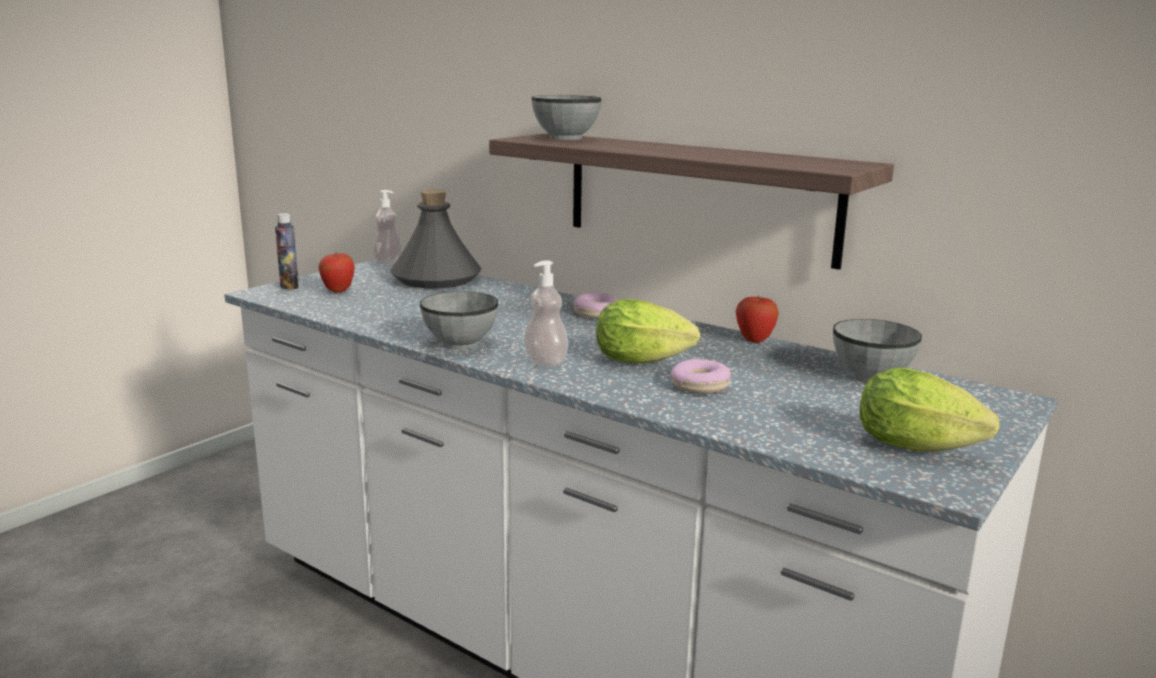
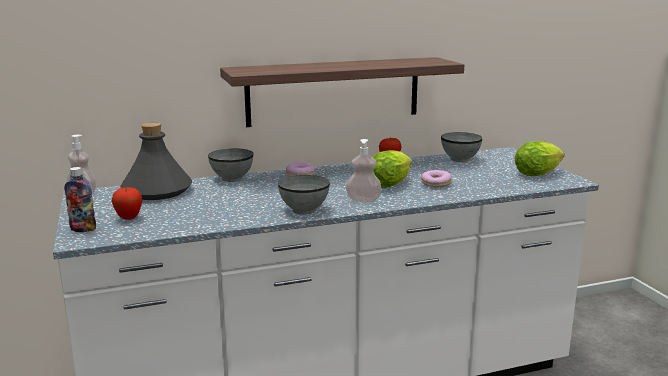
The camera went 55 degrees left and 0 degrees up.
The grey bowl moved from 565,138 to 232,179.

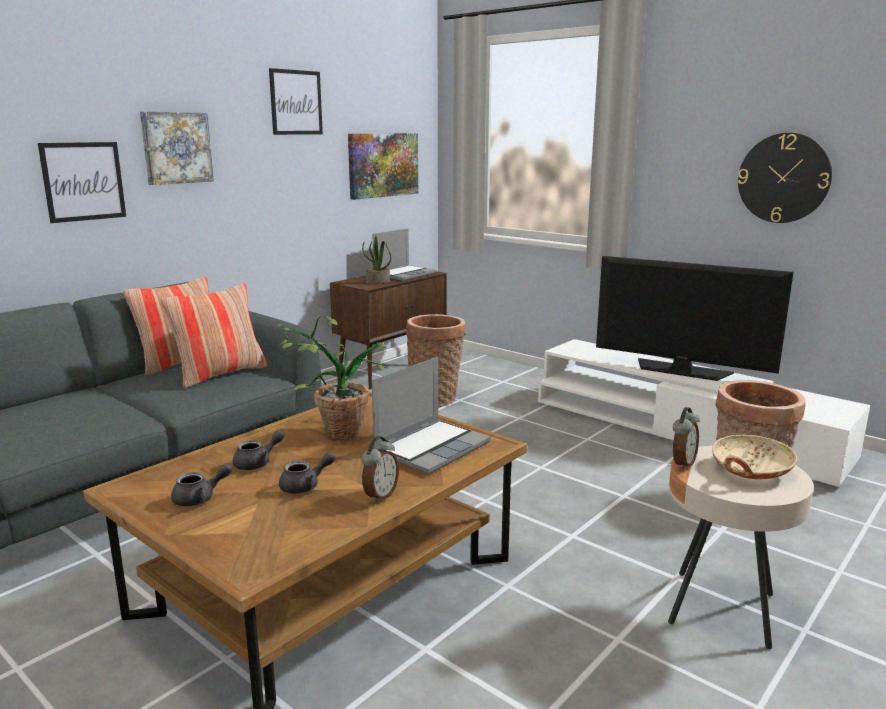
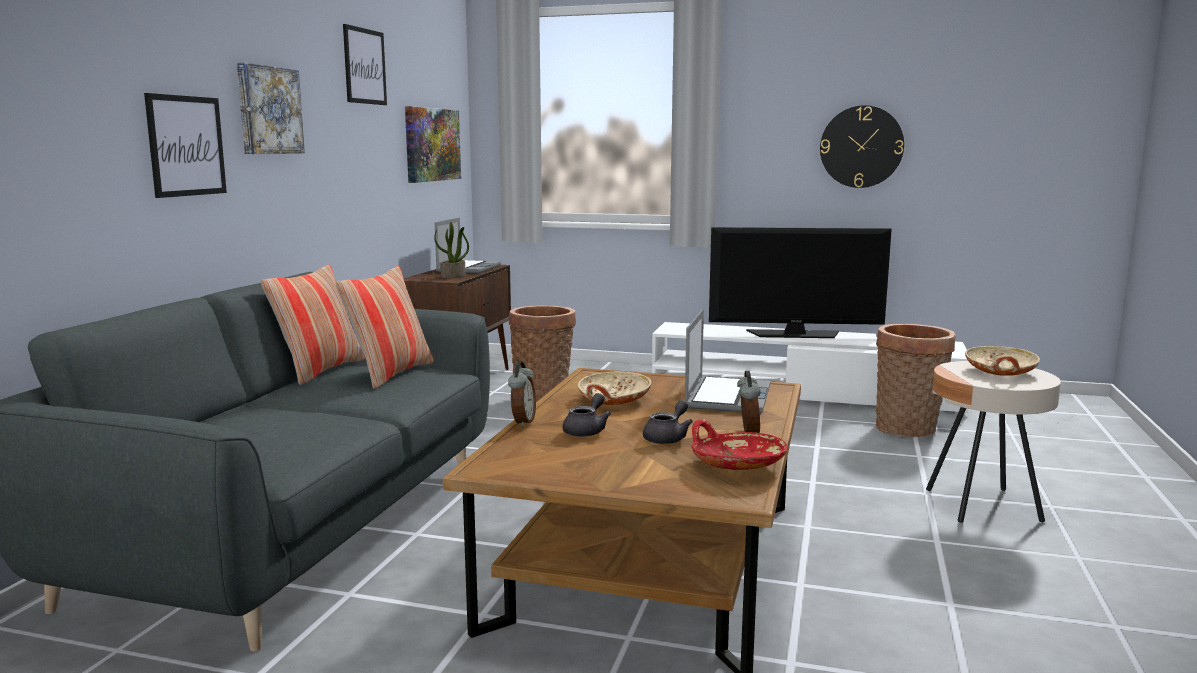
The camera went 25 degrees left and 5 degrees down.
The alarm clock moved from 682,463 to 522,422.
The potted plant at 332,432 was replaced by the beige bowl at 613,400.
The red bowl at 736,464 appeared.
The grey teapot at 200,498 disappeared.

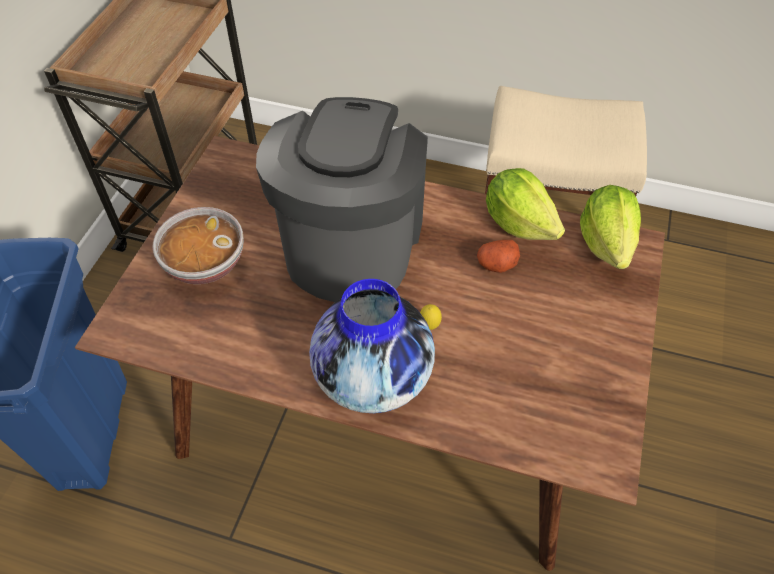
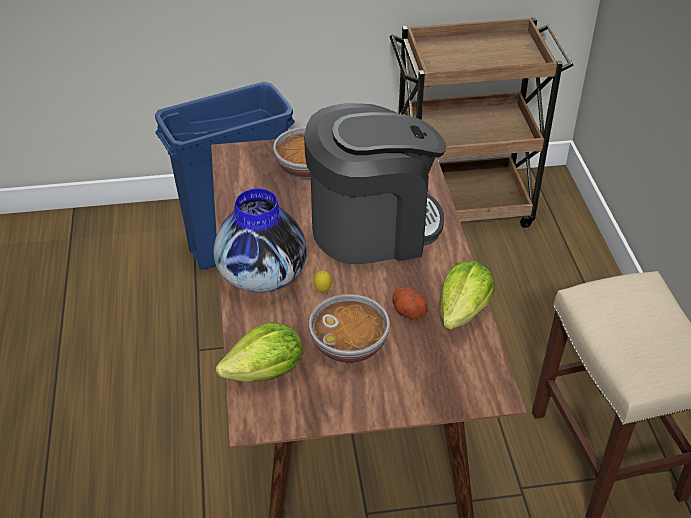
The camera went 65 degrees right and 10 degrees down.
The lettuce moved from 606,243 to 266,373.
The bowl at 350,345 appeared.

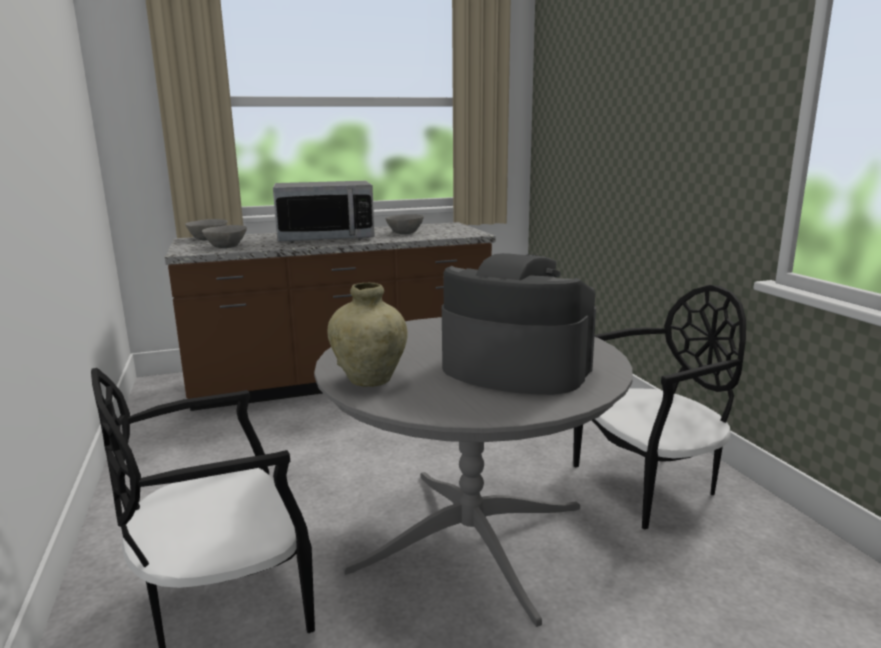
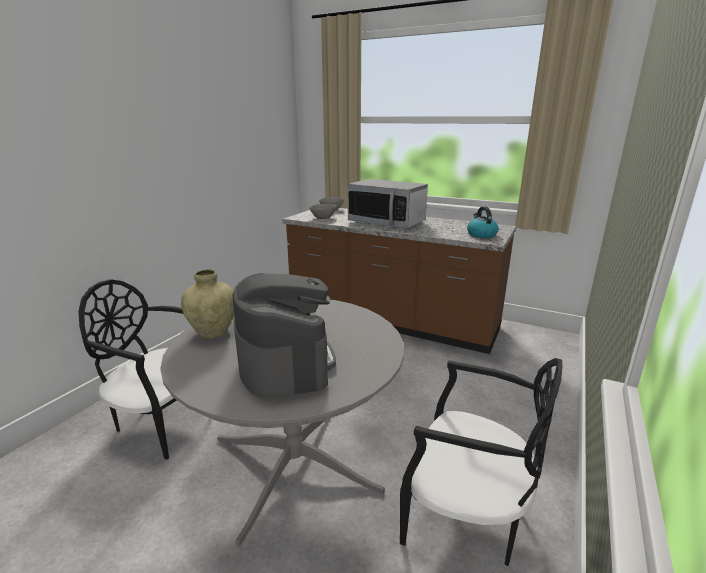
The camera went 45 degrees right and 5 degrees up.
The kettle at 481,235 appeared.
The grey bowl at 404,233 disappeared.

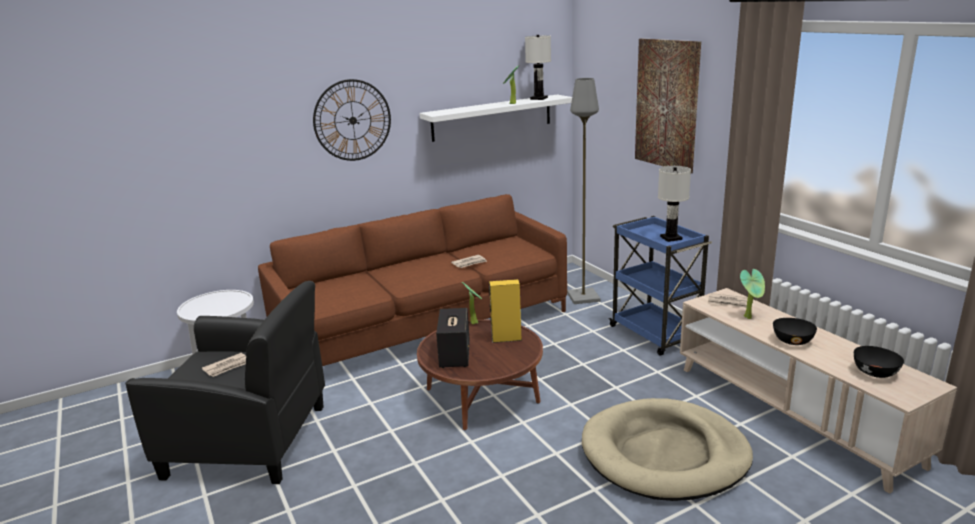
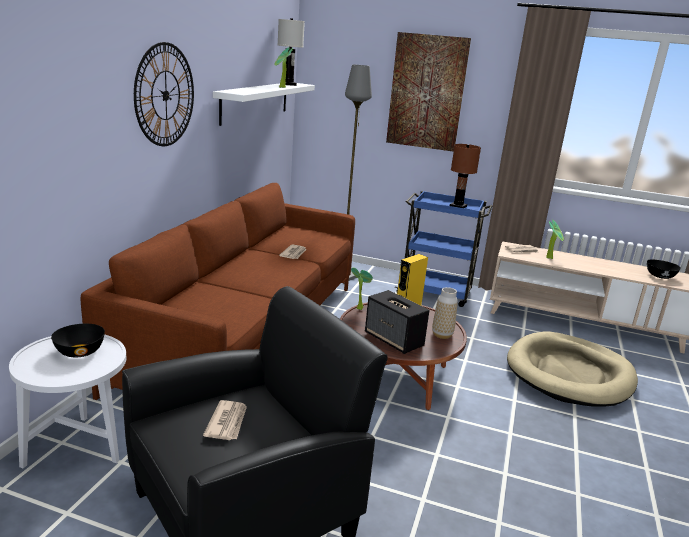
The camera went 45 degrees left and 0 degrees up.
The black bowl moved from 793,341 to 80,352.
The vase at 442,335 appeared.
The white table lamp at 671,238 became the brown table lamp at 458,206.

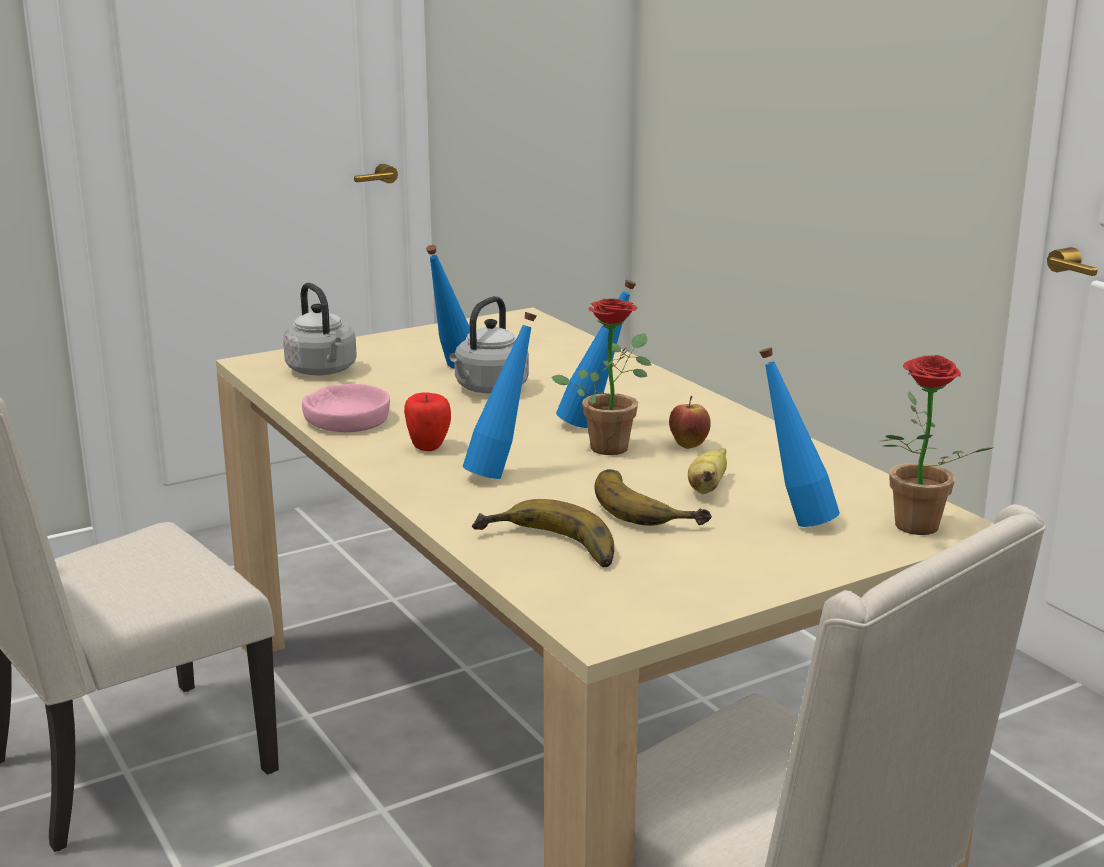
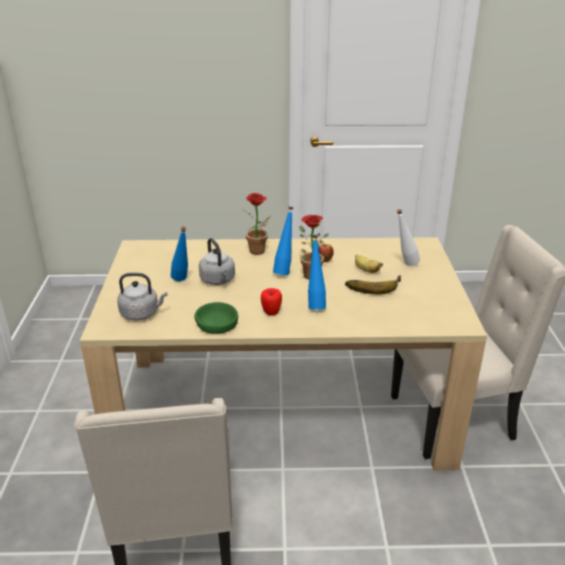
The camera went 60 degrees left and 10 degrees up.
The pink bowl at 347,420 became the green bowl at 216,323.
The potted plant moved from 915,530 to 259,252.
The blue bottle at 793,520 became the white bottle at 404,265.
The banana at 547,549 disappeared.

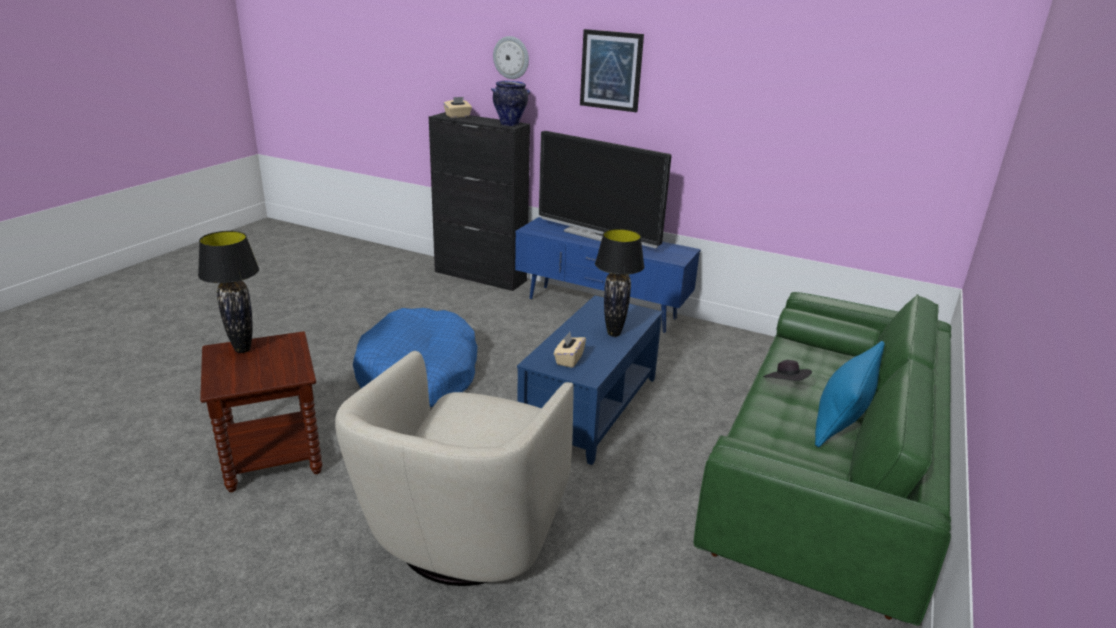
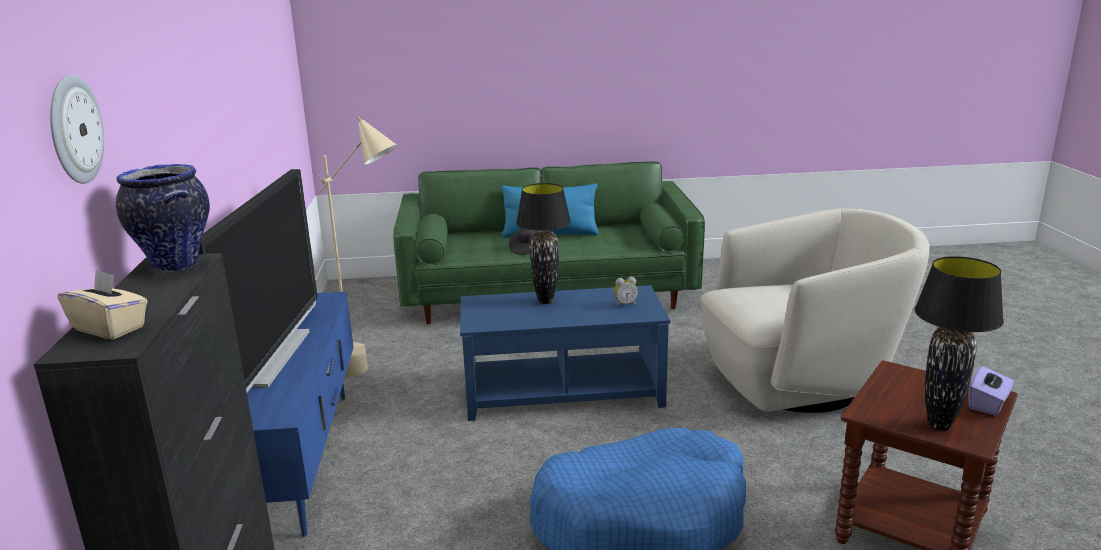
The camera went 120 degrees left and 5 degrees down.
The beige floor lamp at 375,374 appeared.
The beige tissue box at 569,360 was replaced by the alarm clock at 625,304.
The purple tissue box at 987,404 appeared.
The picture at 611,70 disappeared.

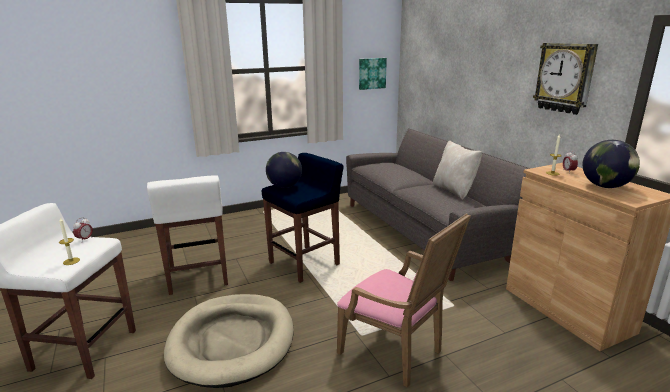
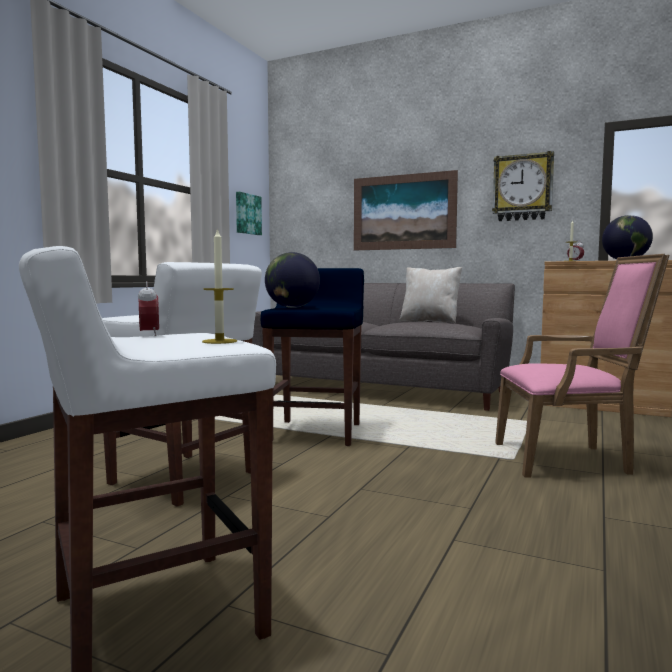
The camera went 40 degrees left and 15 degrees down.
The picture at 403,212 appeared.
The beige dog bed at 232,341 disappeared.

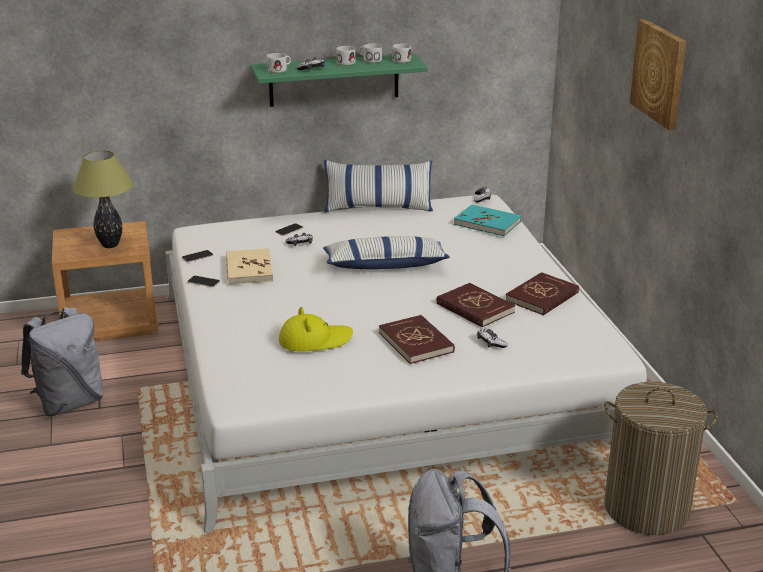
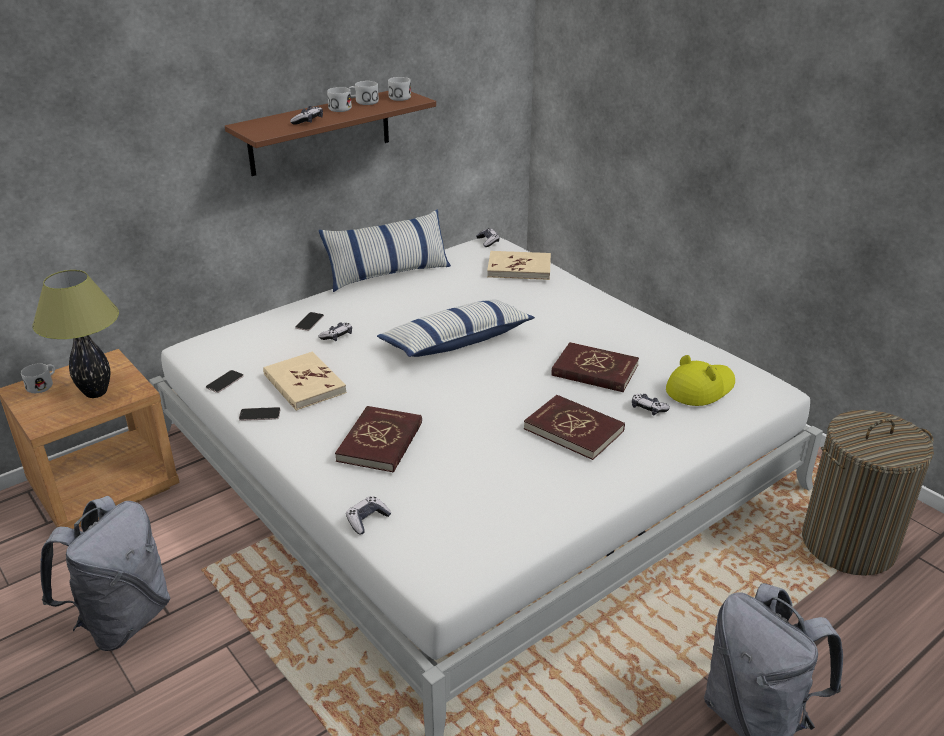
The camera went 25 degrees left and 5 degrees up.
The white mug moved from 280,70 to 43,385.
The green shelf at 334,80 became the brown shelf at 320,132.
The red book moved from 542,297 to 380,442.
The game controller at 367,520 appeared.
The turquoise book at 487,223 became the beige book at 519,268.
The yellow hat moved from 315,340 to 700,388.
The picture at 660,73 disappeared.

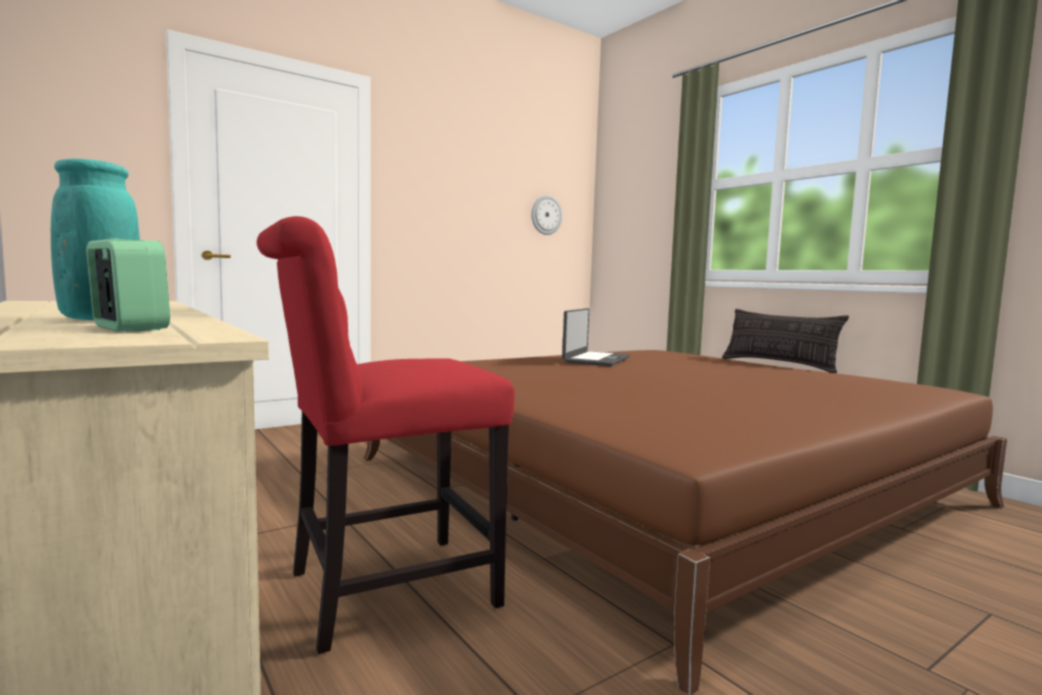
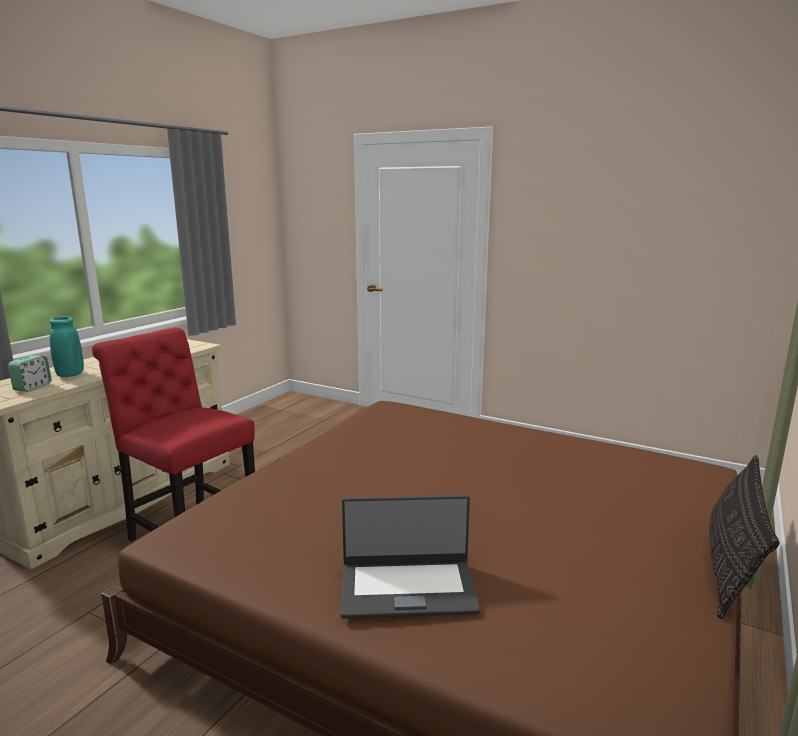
The camera went 65 degrees right and 10 degrees up.
The laptop moved from 595,359 to 407,588.
The wall clock at 546,215 disappeared.

